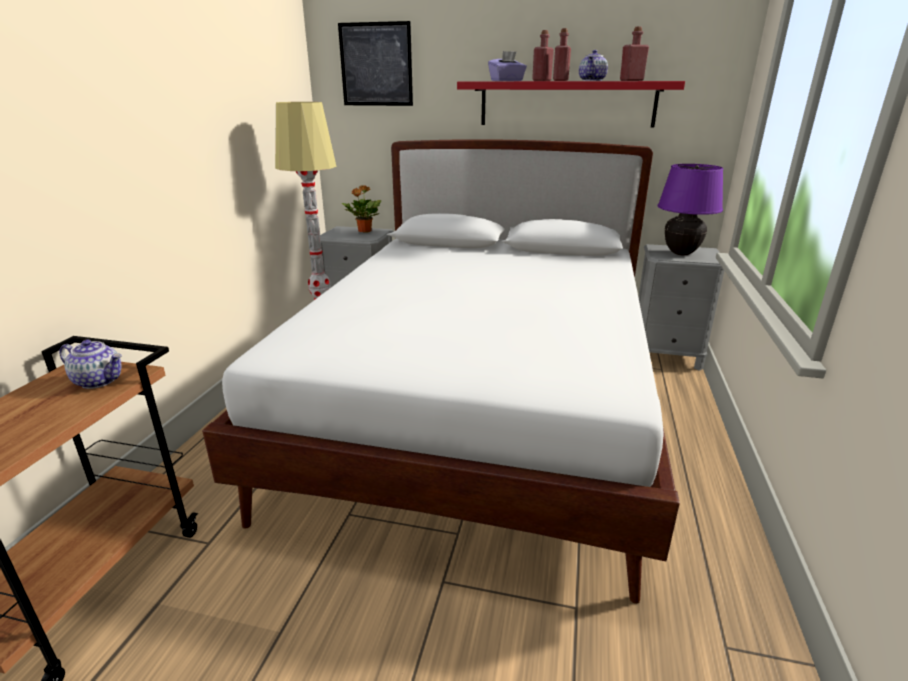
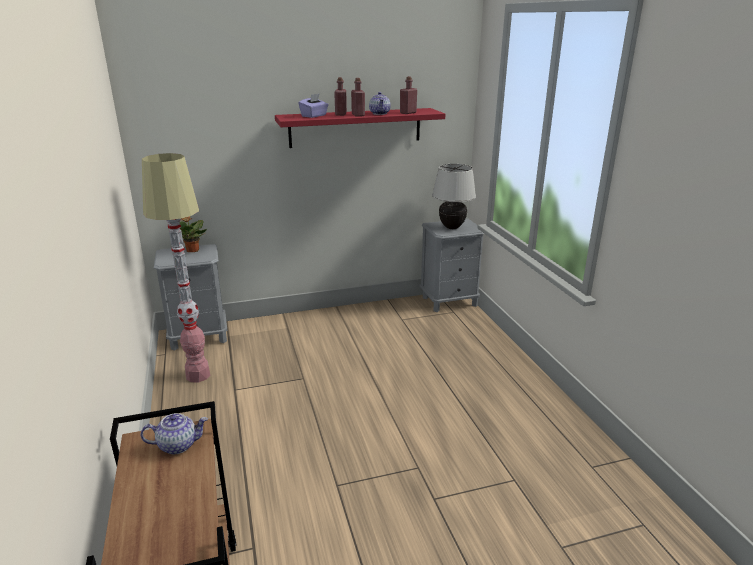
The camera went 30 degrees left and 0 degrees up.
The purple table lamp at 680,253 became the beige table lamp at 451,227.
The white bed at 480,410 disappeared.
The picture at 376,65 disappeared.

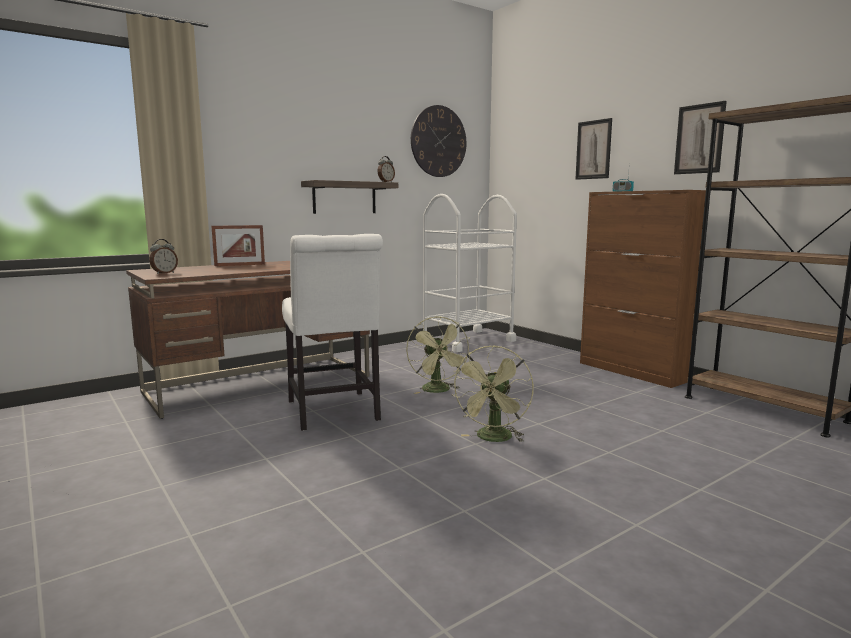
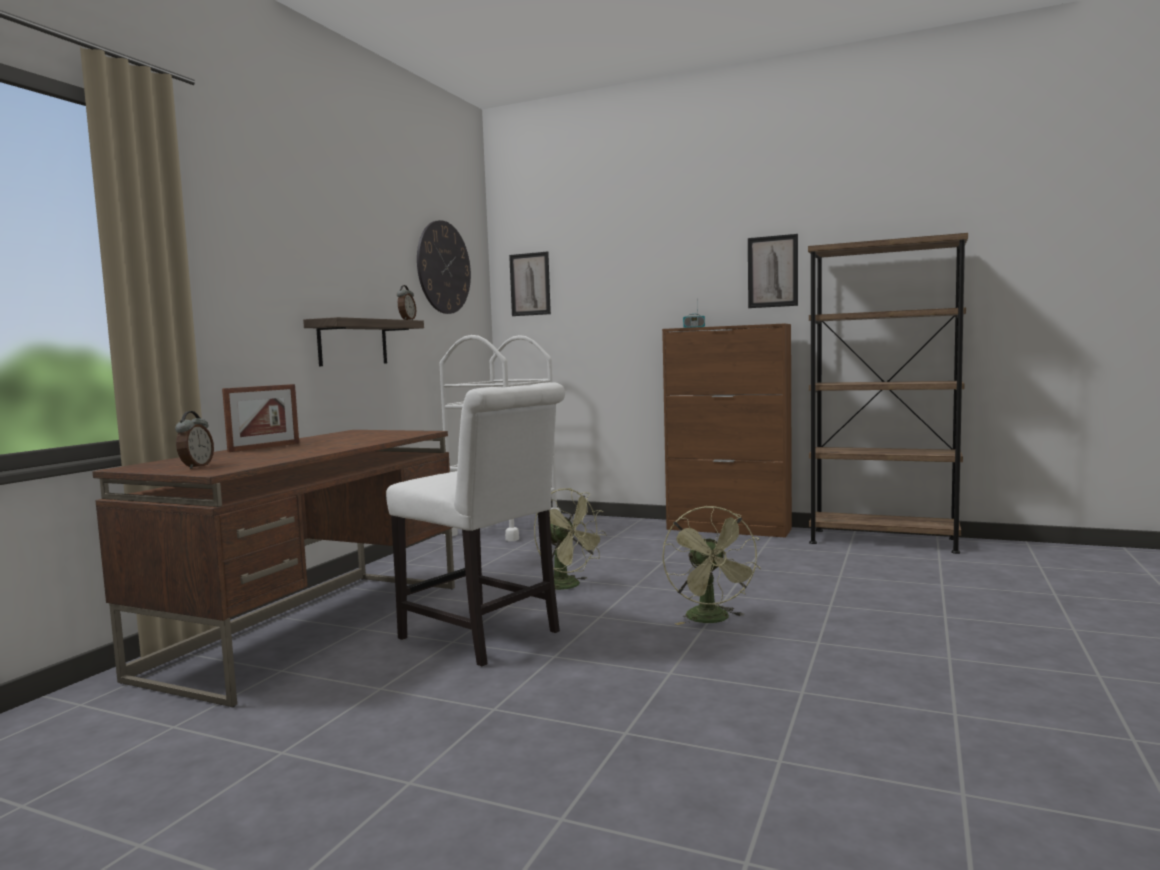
The camera went 30 degrees left and 5 degrees down.
The picture moved from 593,149 to 530,284.

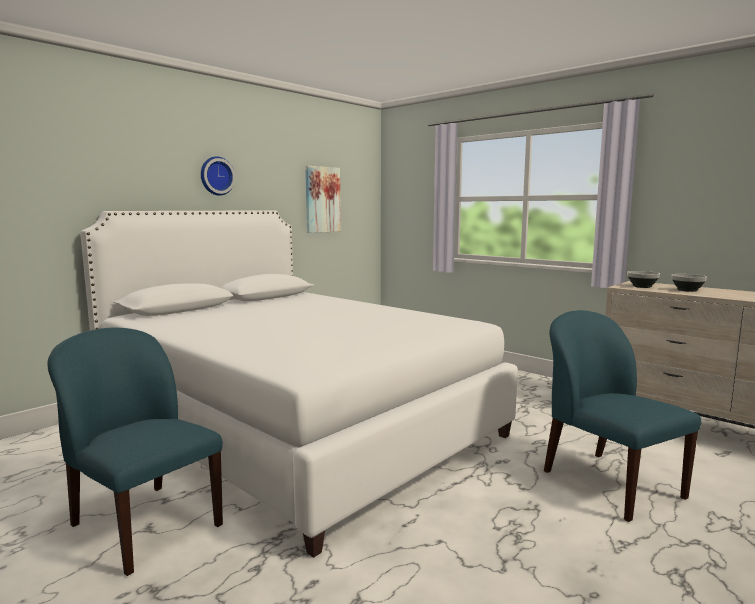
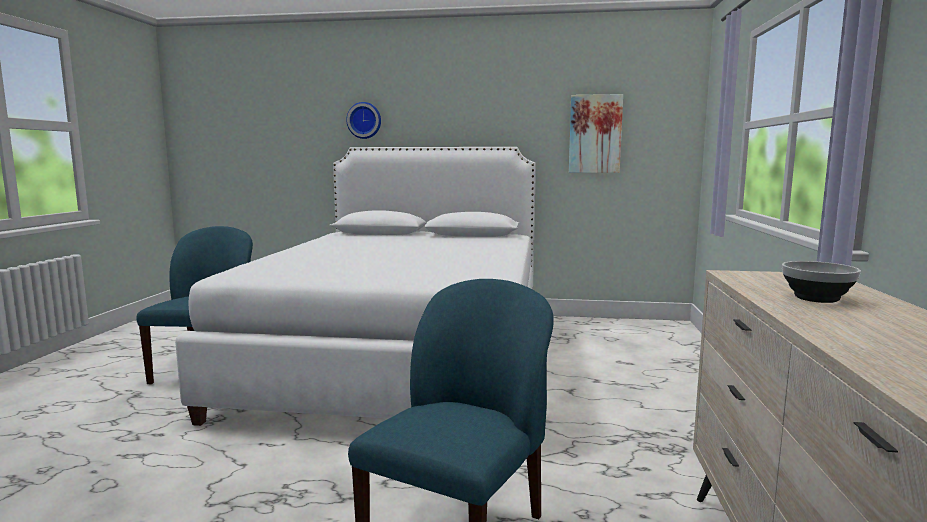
The camera went 55 degrees right and 0 degrees up.
The wall clock moved from 216,176 to 364,120.
The bowl at 642,286 disappeared.

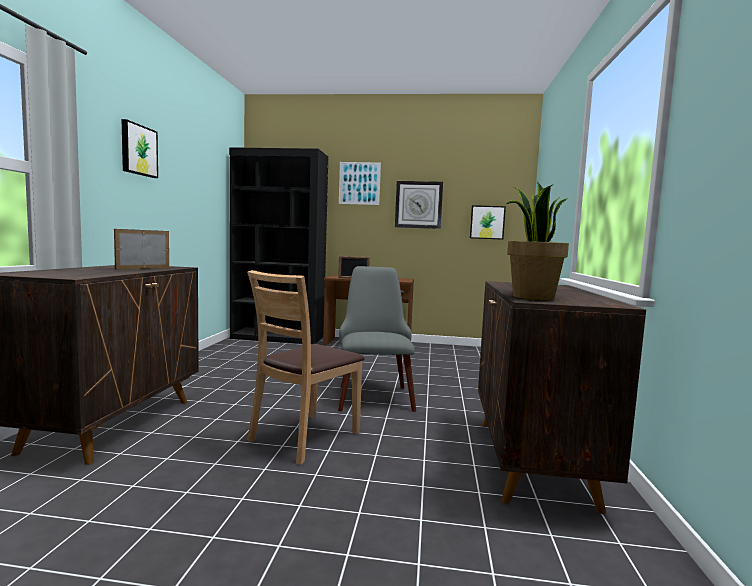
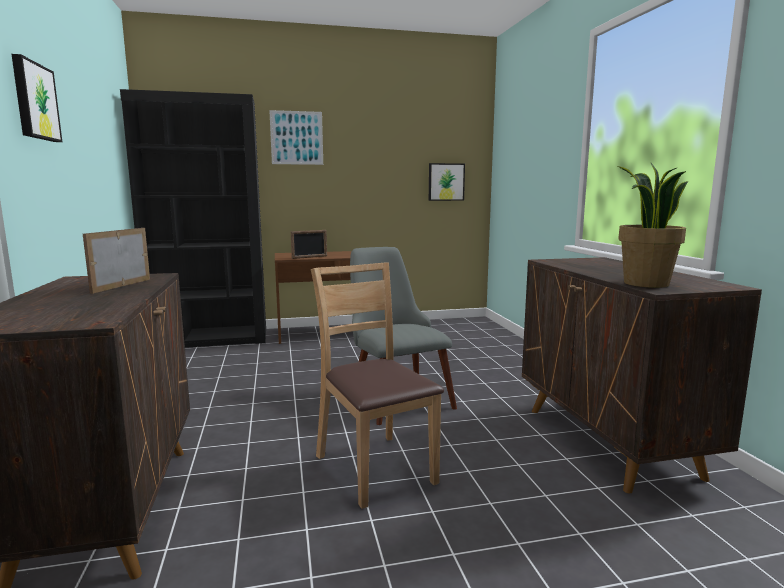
The camera went 20 degrees left and 5 degrees up.
The brown chair at 304,437 turned 135 degrees clockwise.
The wall clock at 418,205 disappeared.

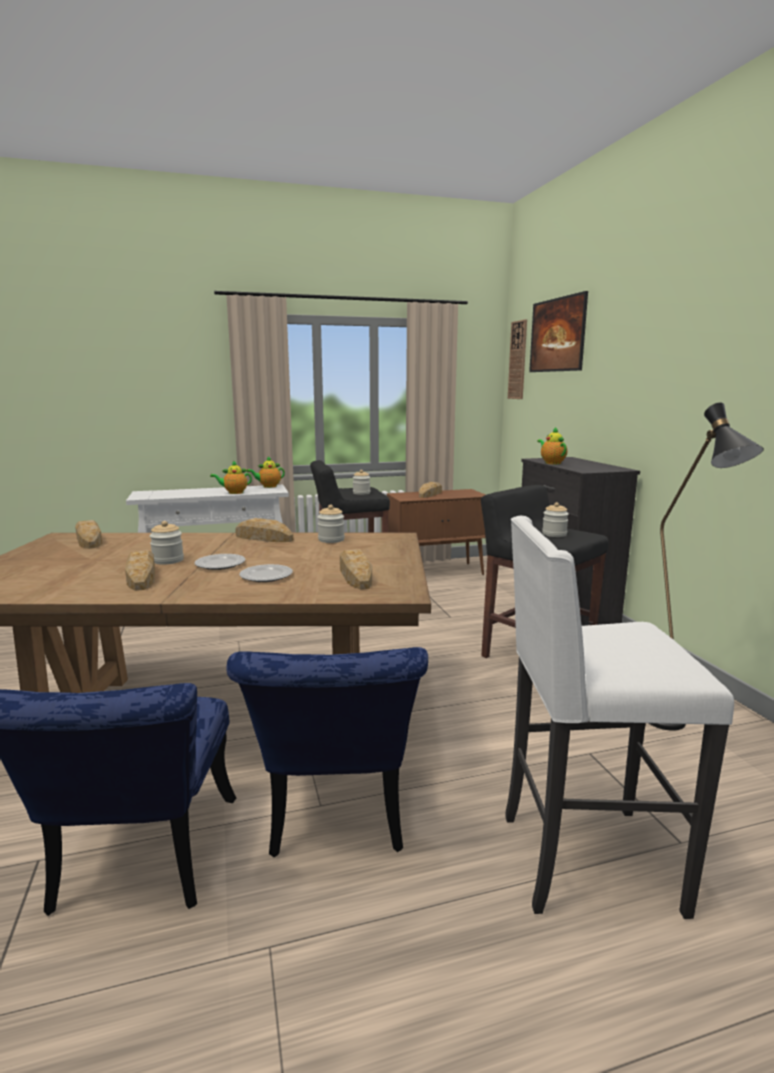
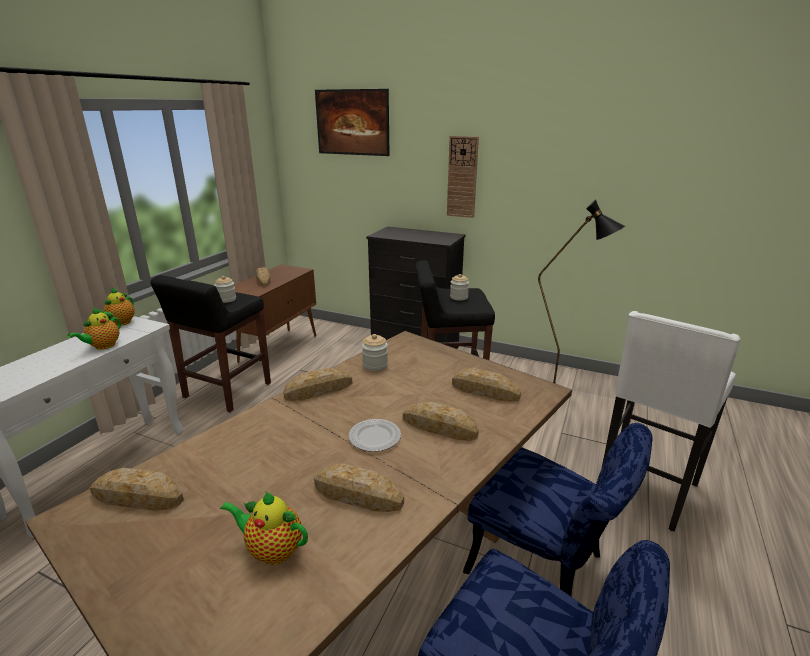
The camera went 50 degrees left and 10 degrees up.
The teapot moved from 551,463 to 272,549.
The plate at 266,576 was replaced by the bread at 439,427.
The wall clock moved from 518,360 to 462,177.
The jar at 168,560 disappeared.

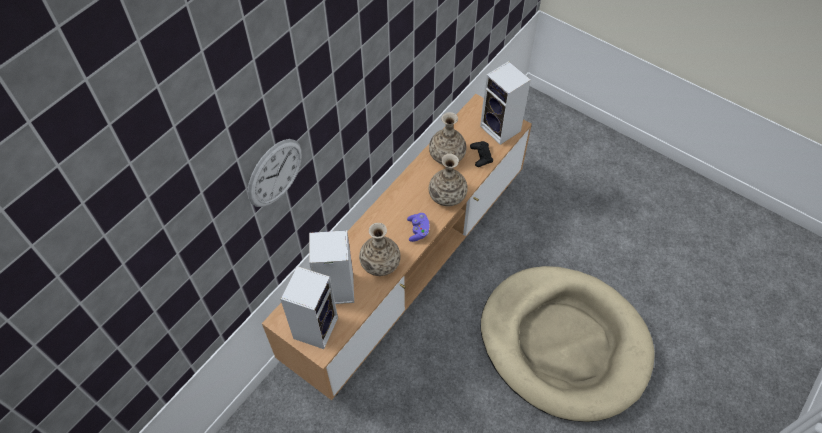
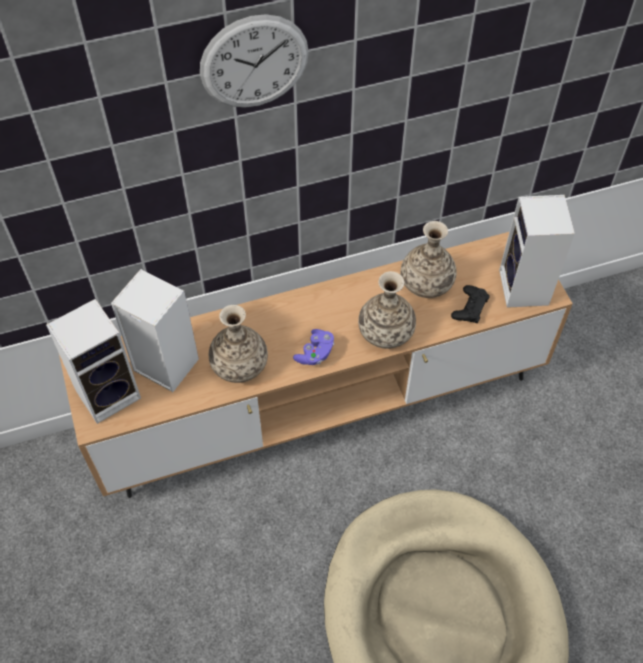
The camera went 35 degrees right and 0 degrees up.
The wall clock moved from 275,173 to 254,62.

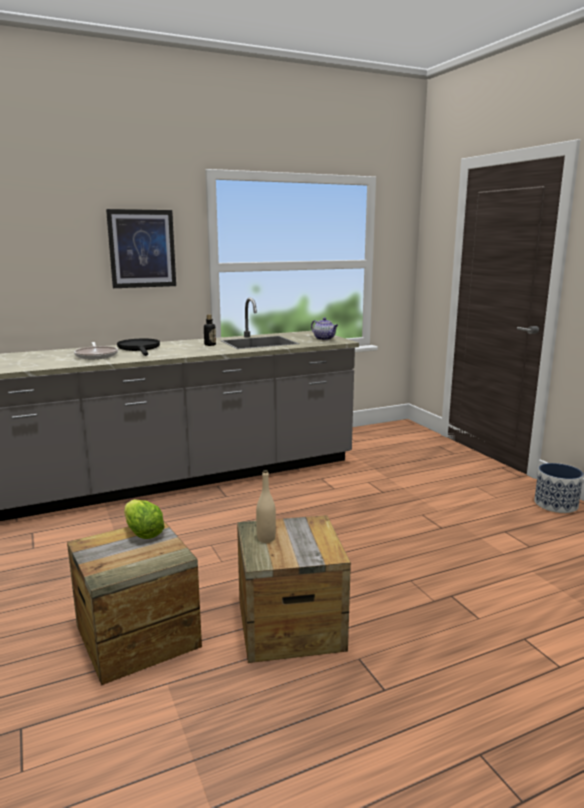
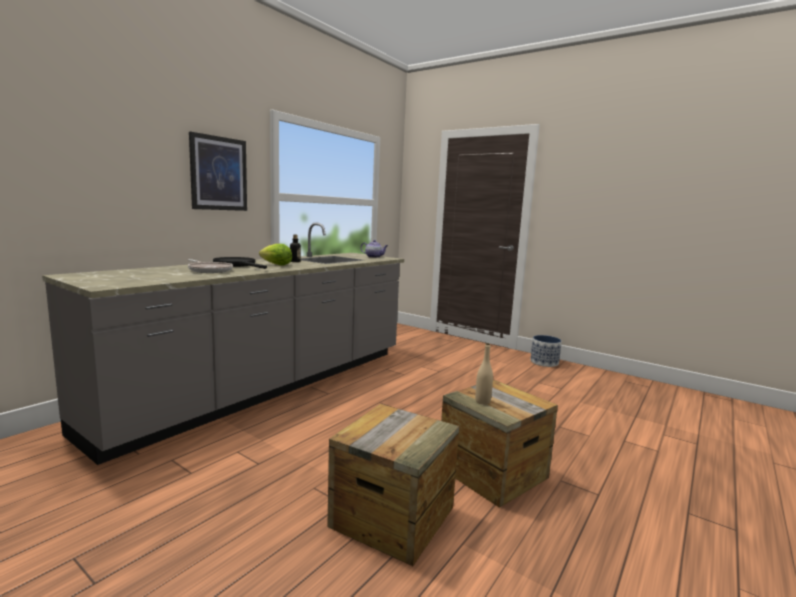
The camera went 30 degrees left and 5 degrees down.
The lettuce moved from 143,533 to 276,265.

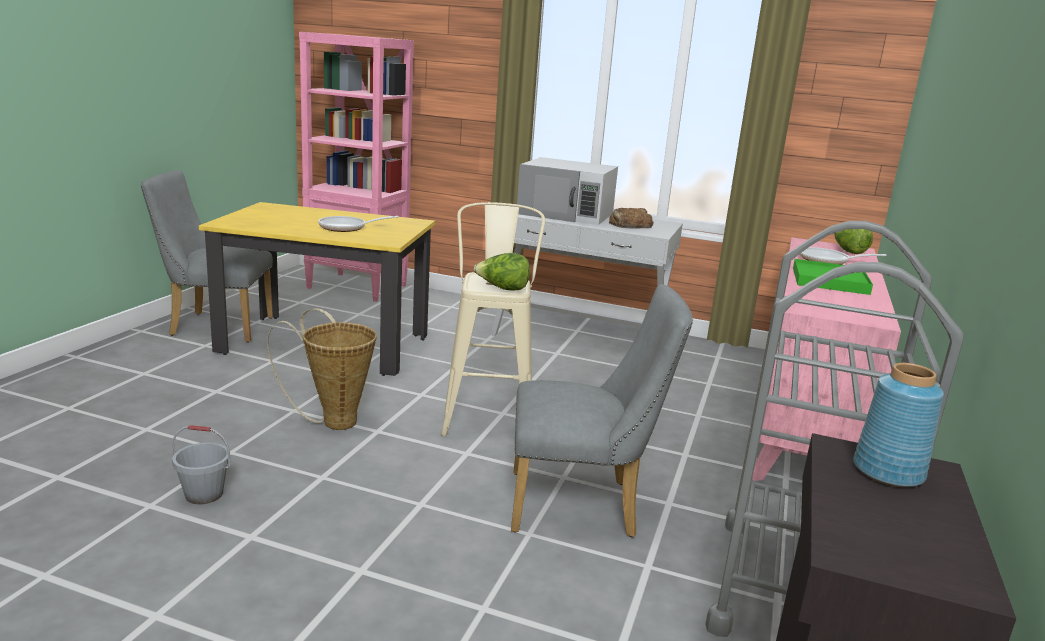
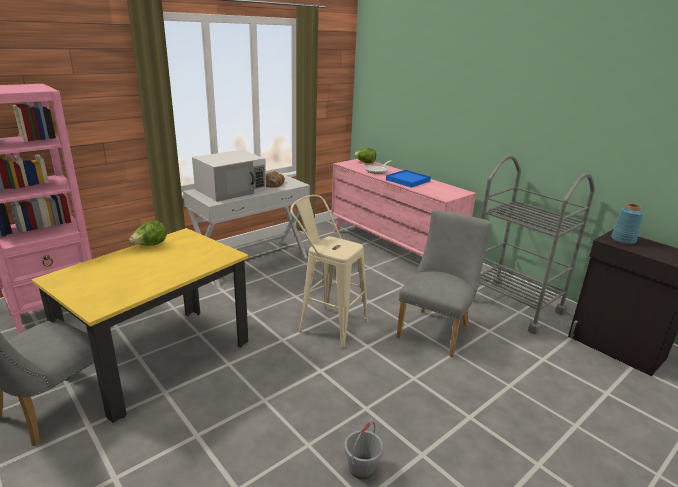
The camera went 60 degrees left and 5 degrees up.
The lettuce moved from 502,289 to 150,245.
The green tray at 829,281 became the blue tray at 408,180.
The basket at 333,421 disappeared.
The frying pan at 347,228 disappeared.

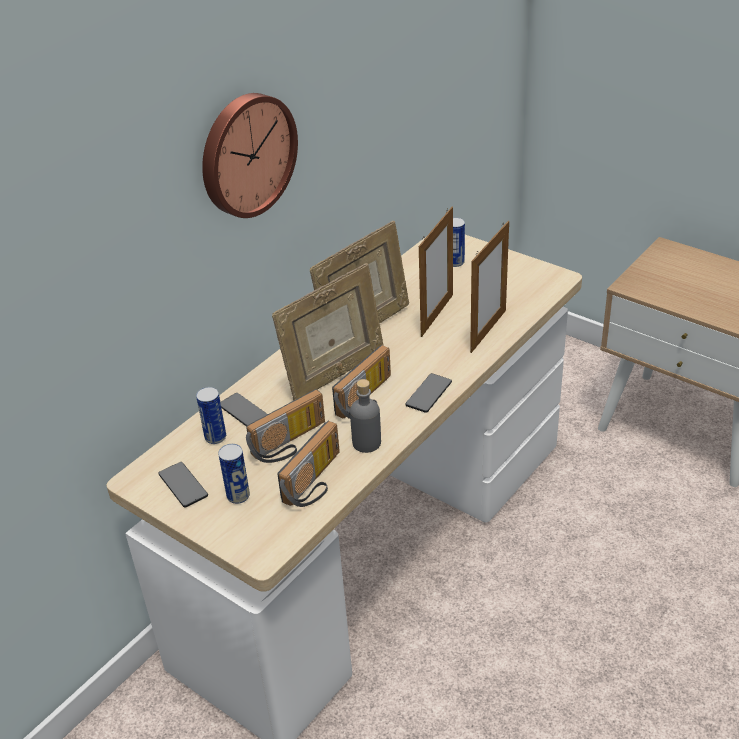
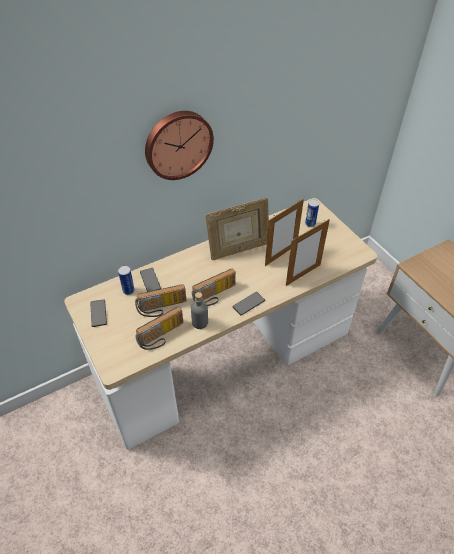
The camera went 20 degrees right and 10 degrees up.
The can at 238,496 disappeared.
The picture frame at 335,374 disappeared.

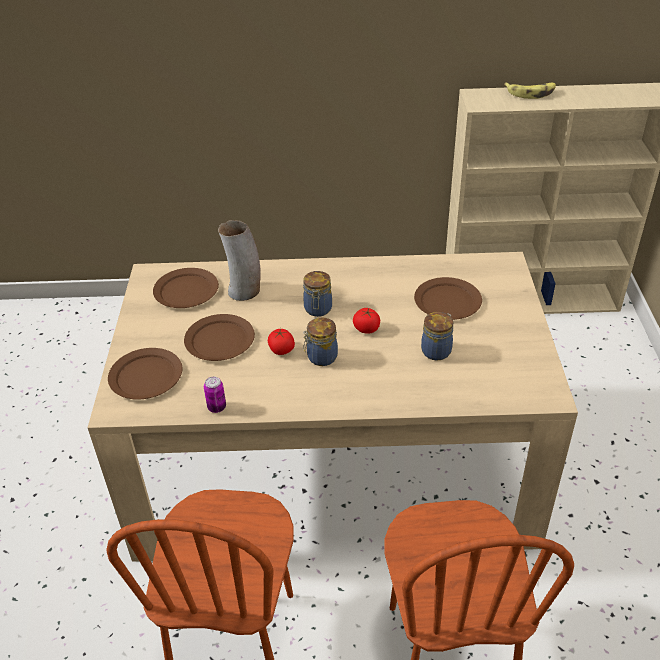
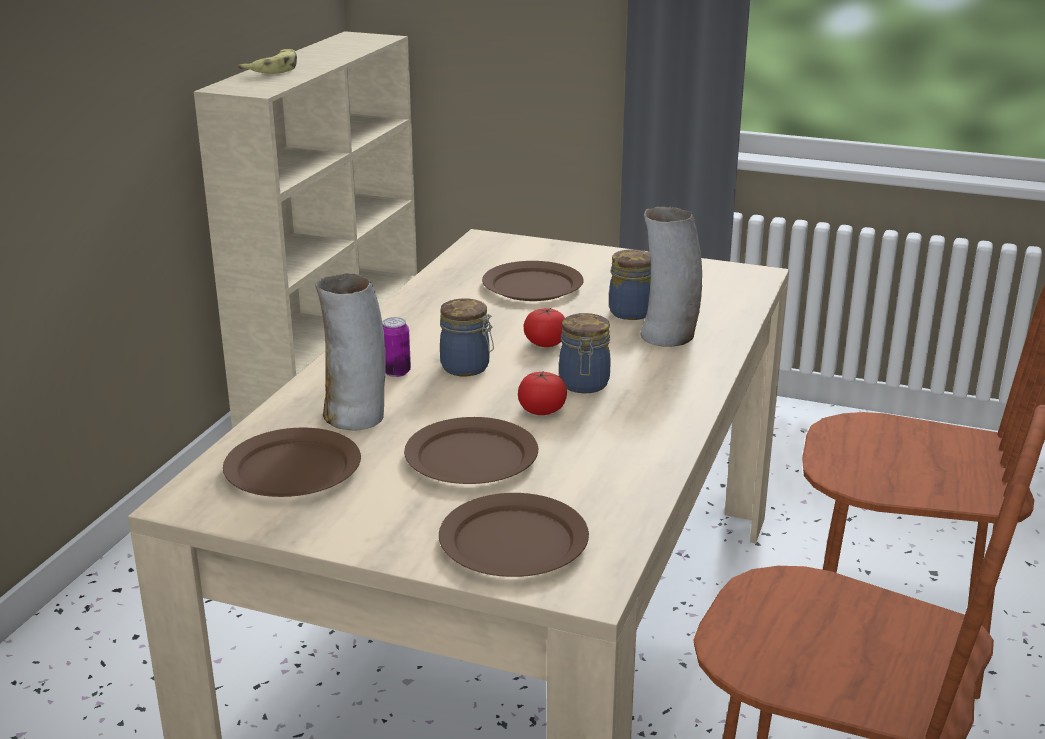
The camera went 70 degrees left and 15 degrees down.
The can moved from 217,407 to 396,372.
The vase at 668,336 appeared.

